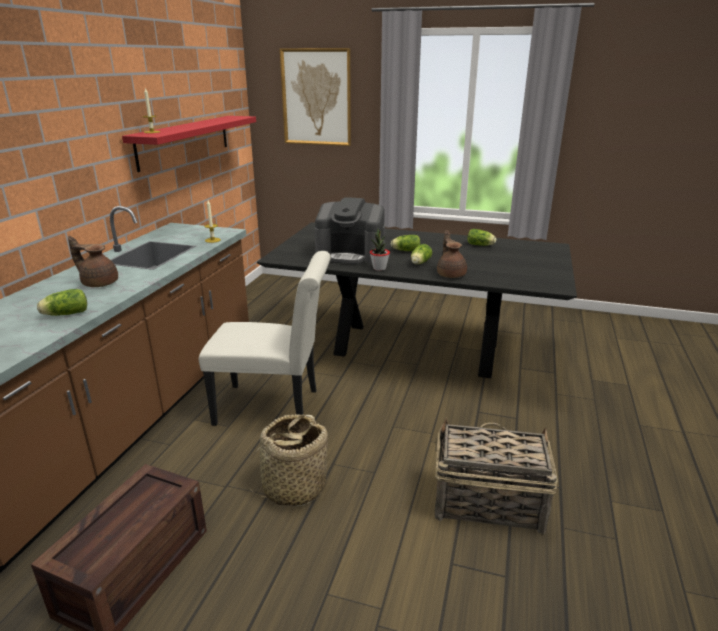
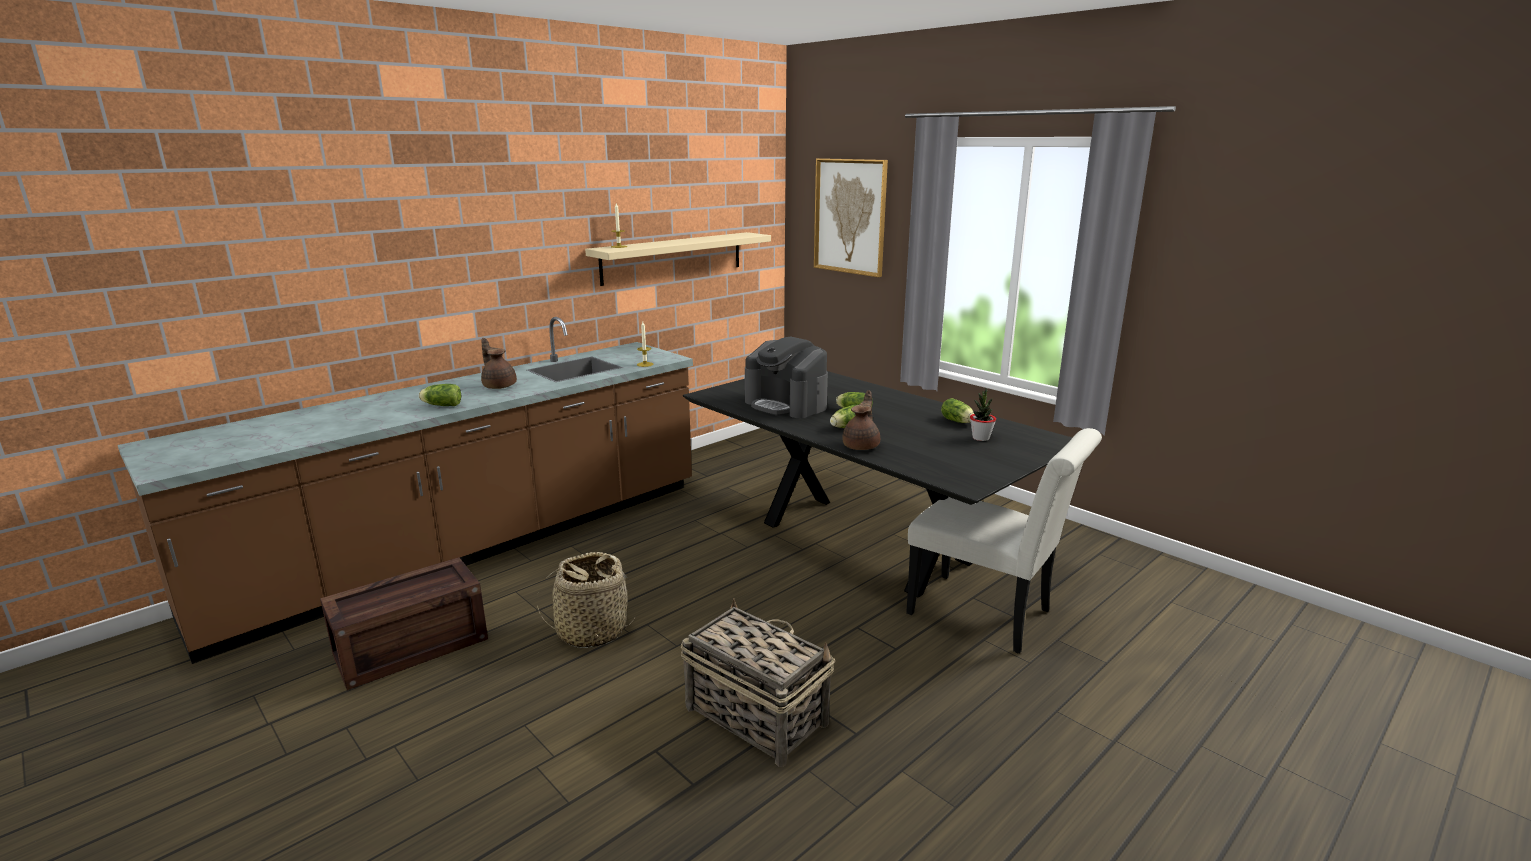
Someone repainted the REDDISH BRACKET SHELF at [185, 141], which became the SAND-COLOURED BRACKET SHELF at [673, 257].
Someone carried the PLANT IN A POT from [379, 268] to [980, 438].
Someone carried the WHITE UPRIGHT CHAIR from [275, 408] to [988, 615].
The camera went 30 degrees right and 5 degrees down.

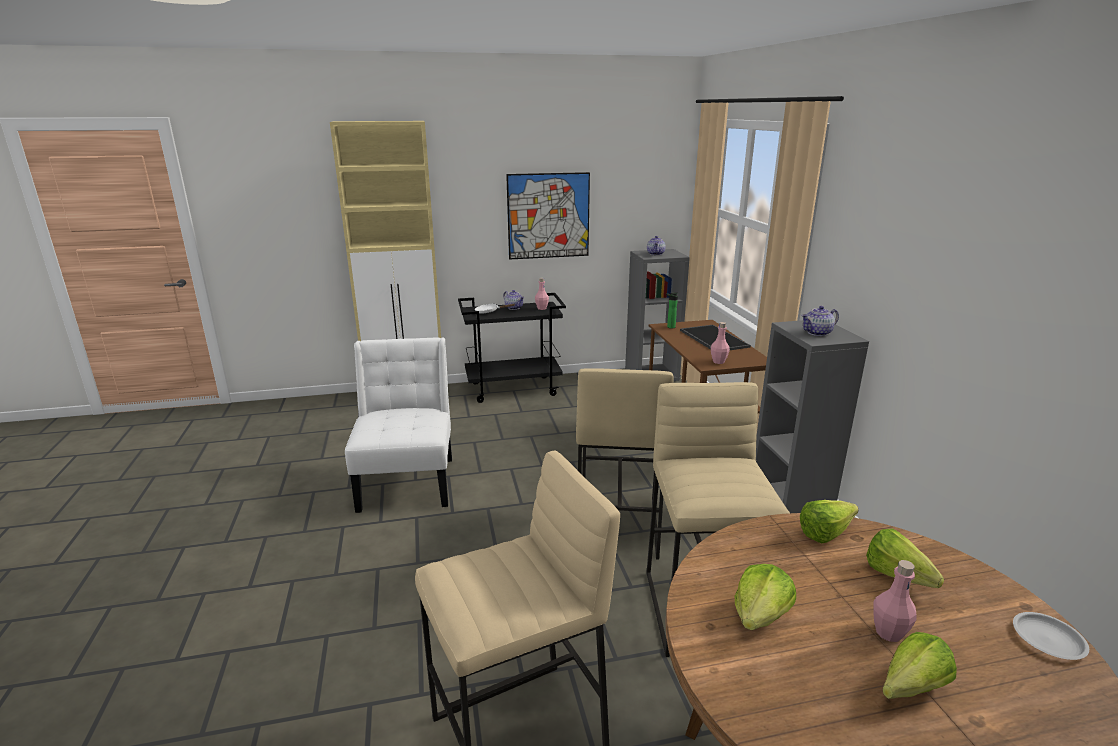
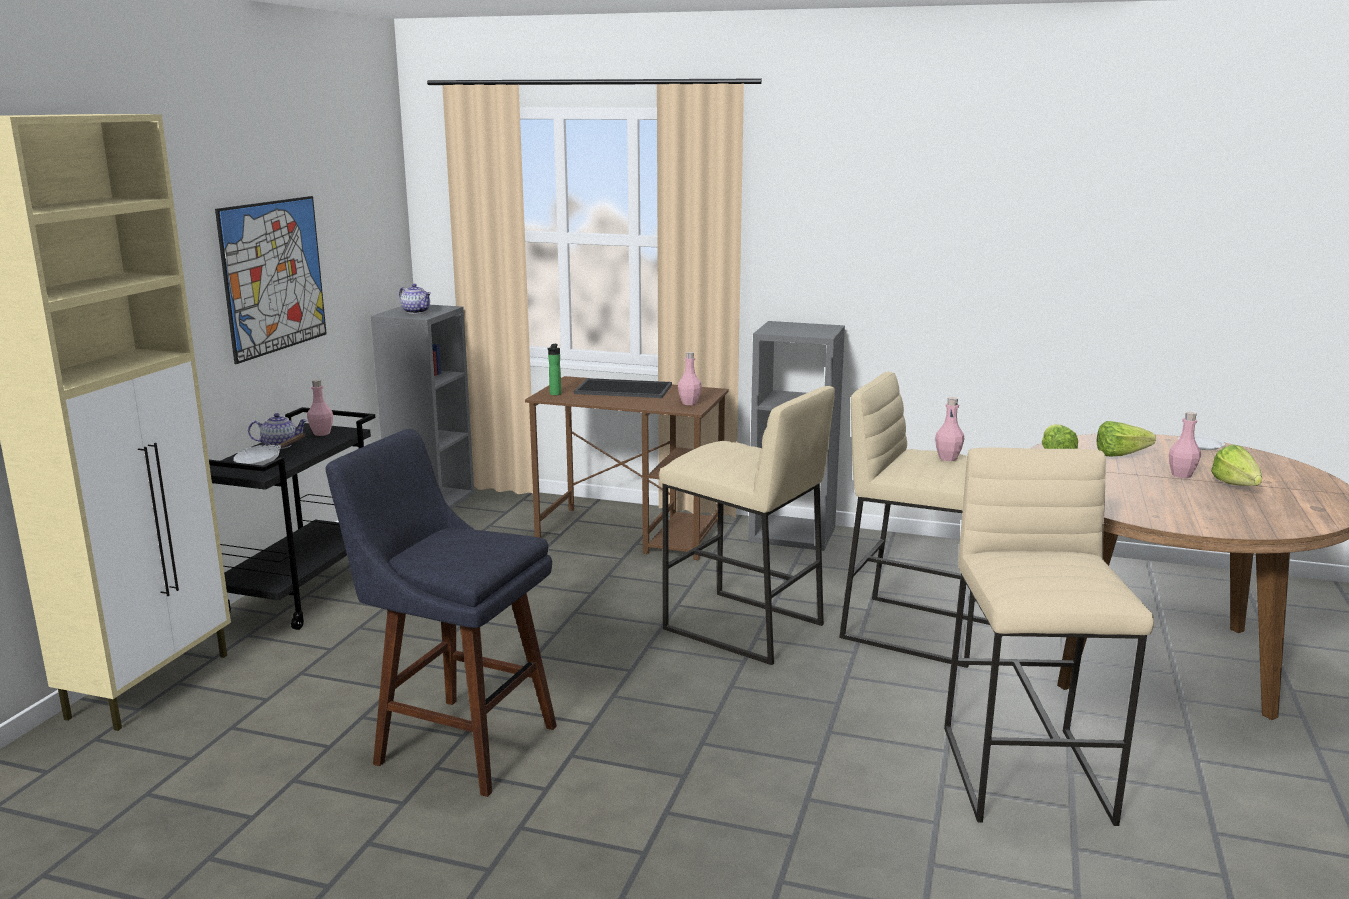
Someone took away the POT FOR TEA at [817, 333].
Someone swapped the WHITE UPRIGHT CHAIR at [408, 480] for the BLUISH SITTING STOOL at [457, 742].
Someone took away the HEAD OF LETTUCE at [760, 615].
Someone put down the PINKISH DRINK BOTTLE at [948, 458].
The camera went 60 degrees left and 5 degrees down.

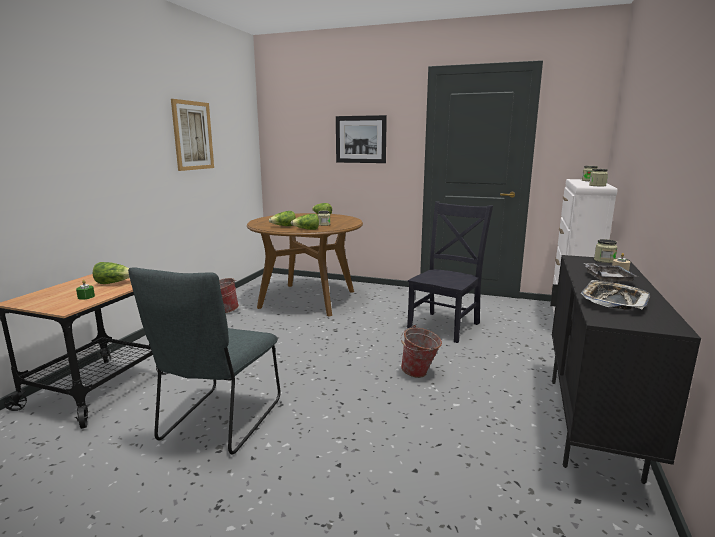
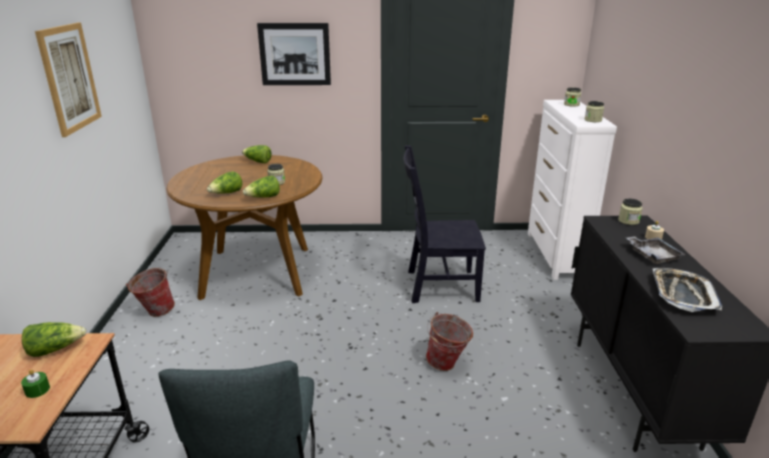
Someone rotated the BLACK UPRIGHT CHAIR at [445, 325] by 105 degrees counterclockwise.
The camera went 20 degrees left and 10 degrees up.

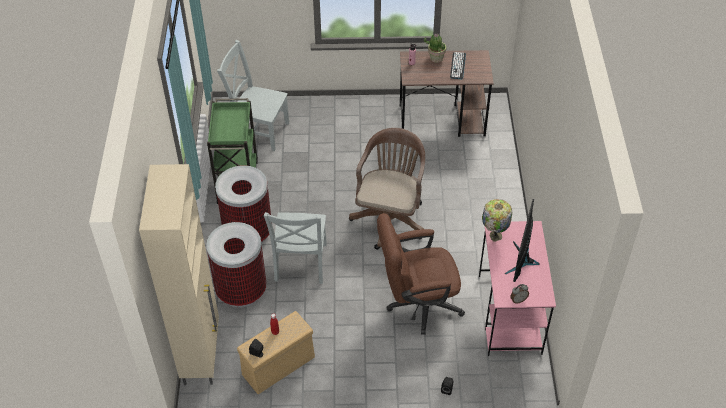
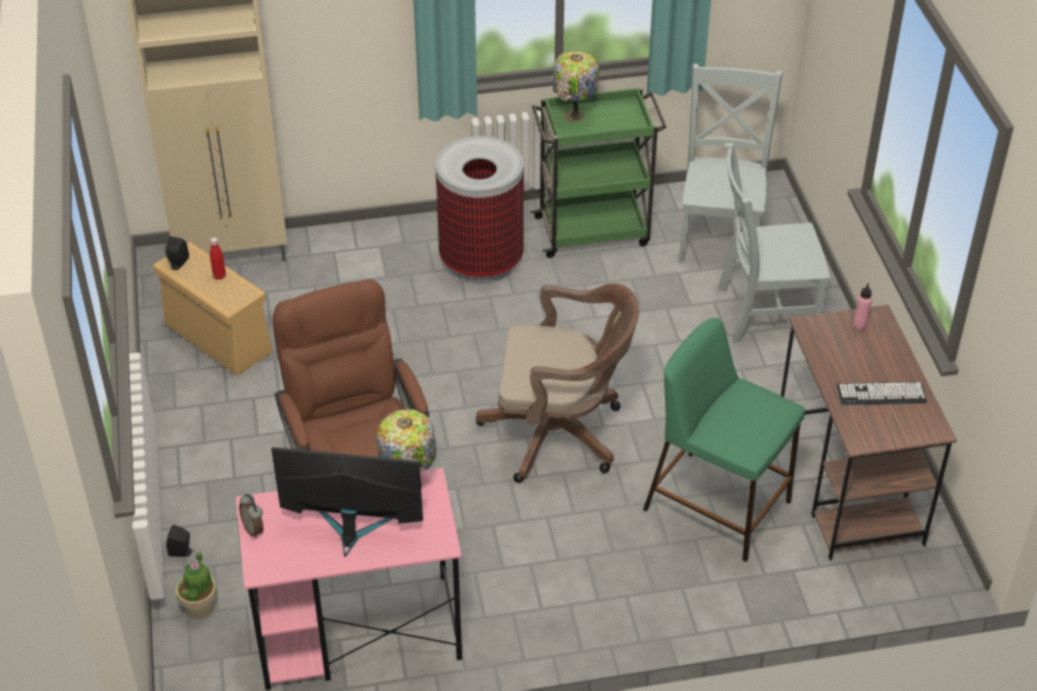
Someone carried the PLANT IN A POT from [436, 58] to [200, 607].
Someone carried the GREYISH UPRIGHT CHAIR from [300, 264] to [762, 311].
Someone took away the WASTE BIN at [241, 290].
Someone put down the LAMP FOR A TABLE at [573, 117].
Someone put down the GREEN-COLOURED SITTING STOOL at [719, 506].
The camera went 80 degrees right and 5 degrees down.

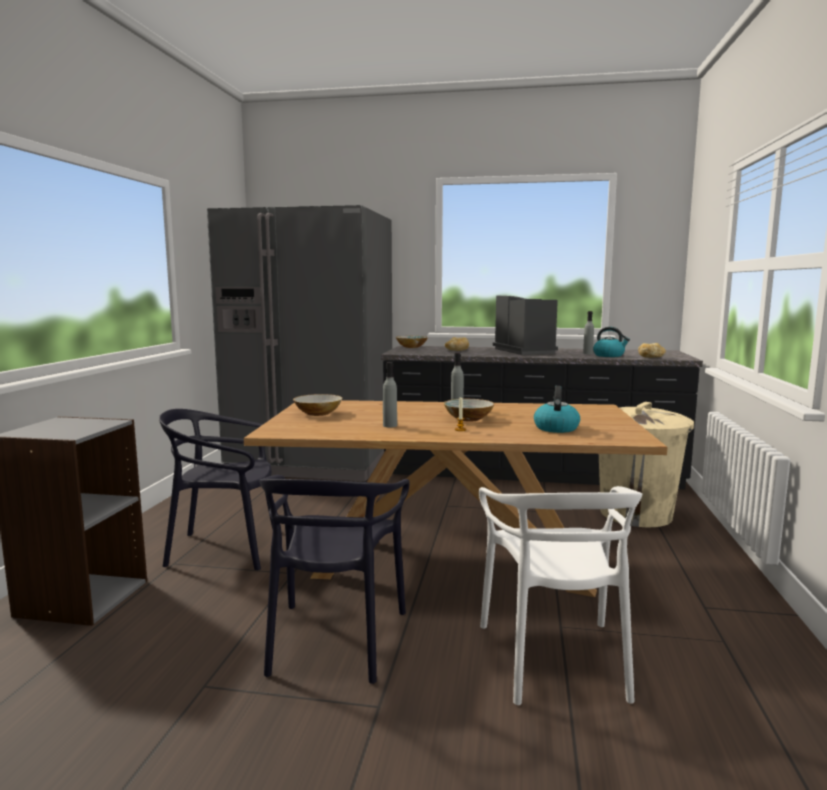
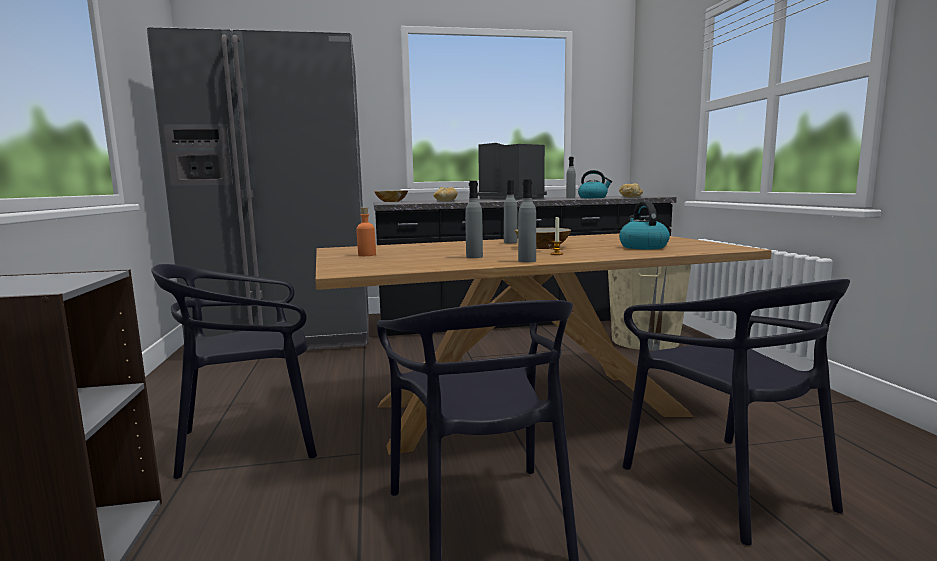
Someone swapped the SERVING BOWL at [317, 413] for the ORANGEY DRINK BOTTLE at [367, 255].
Someone repainted the WHITE UPRIGHT CHAIR at [555, 659], which became the BLACK UPRIGHT CHAIR at [726, 485].
Someone put down the GREYISH DRINK BOTTLE at [527, 261].
The camera went 20 degrees left and 0 degrees up.

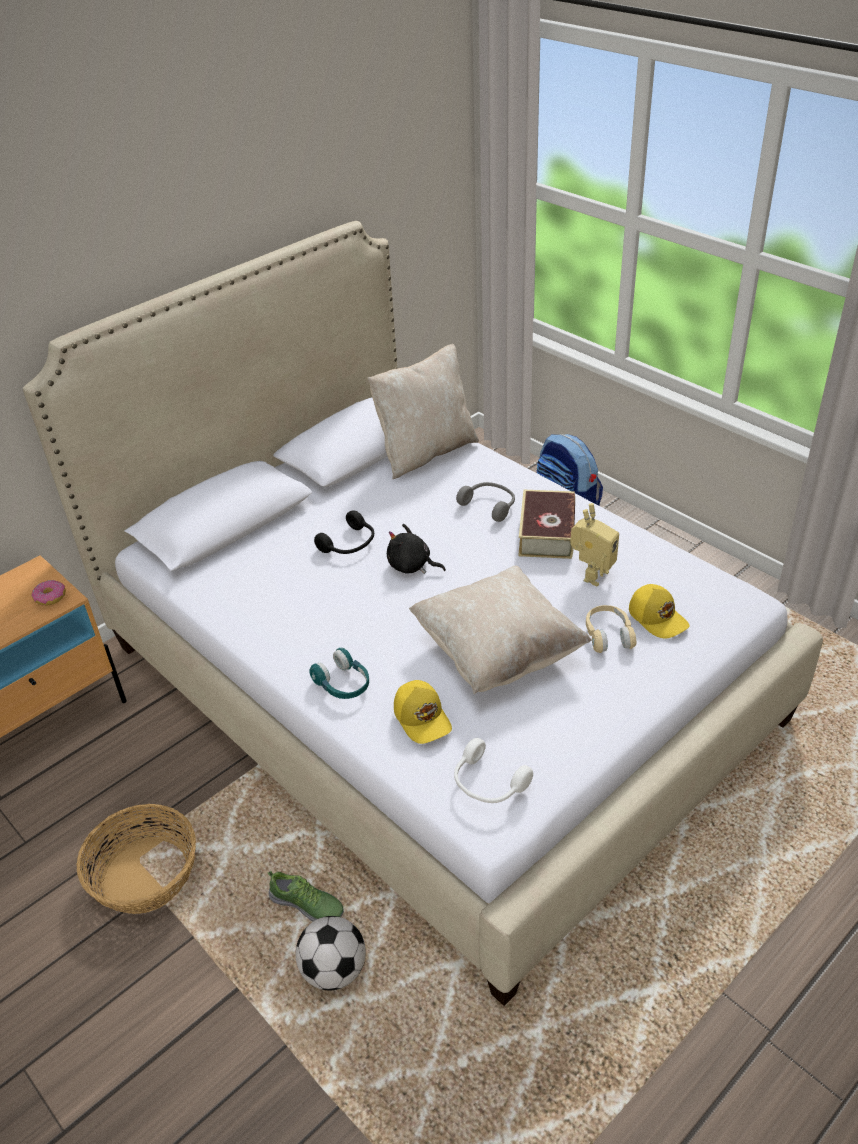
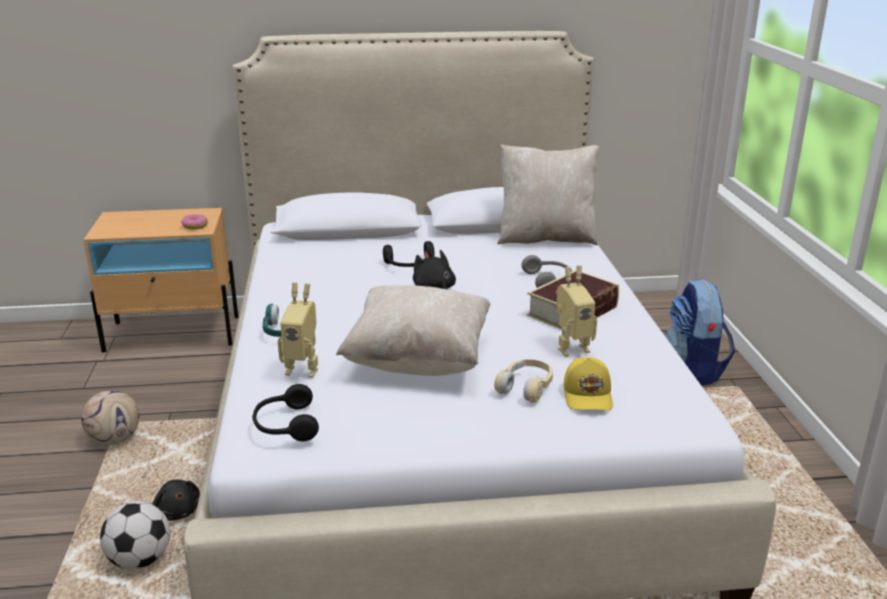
Someone swapped the YELLOW-COLOURED CAP at [423, 718] for the TOY ROBOT at [303, 369].
Someone repainted the WHITE HEADSET at [487, 783], which became the BLACK HEADSET at [285, 425].
Someone swapped the STORAGE BASKET at [146, 876] for the FOOTBALL at [115, 440].
Someone swapped the SHOE at [307, 905] for the BLACK CUDDLY TOY at [178, 511].
The camera went 35 degrees right and 15 degrees down.

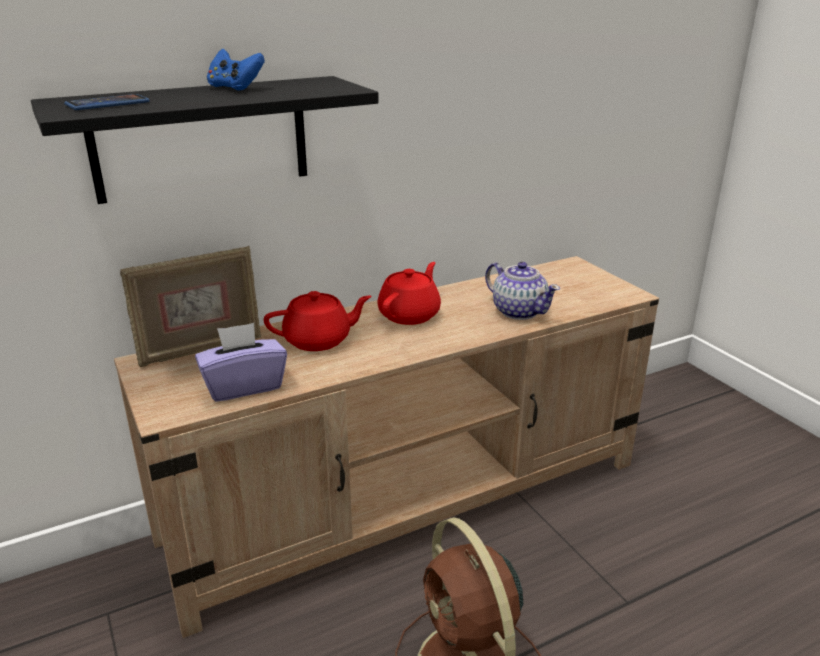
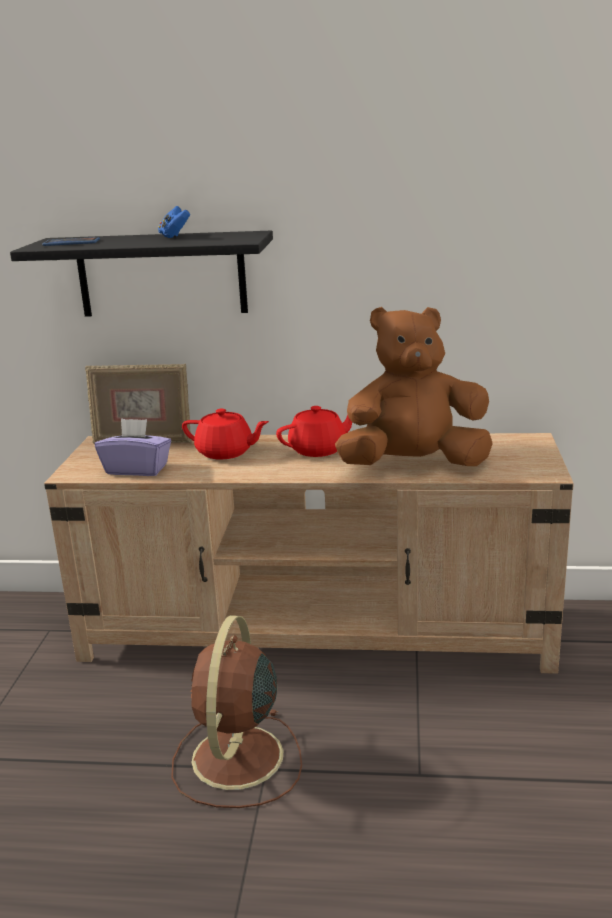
Someone swapped the POT FOR TEA at [519, 311] for the BROWN-COLOURED CUDDLY TOY at [413, 465].
The camera went 35 degrees right and 5 degrees down.

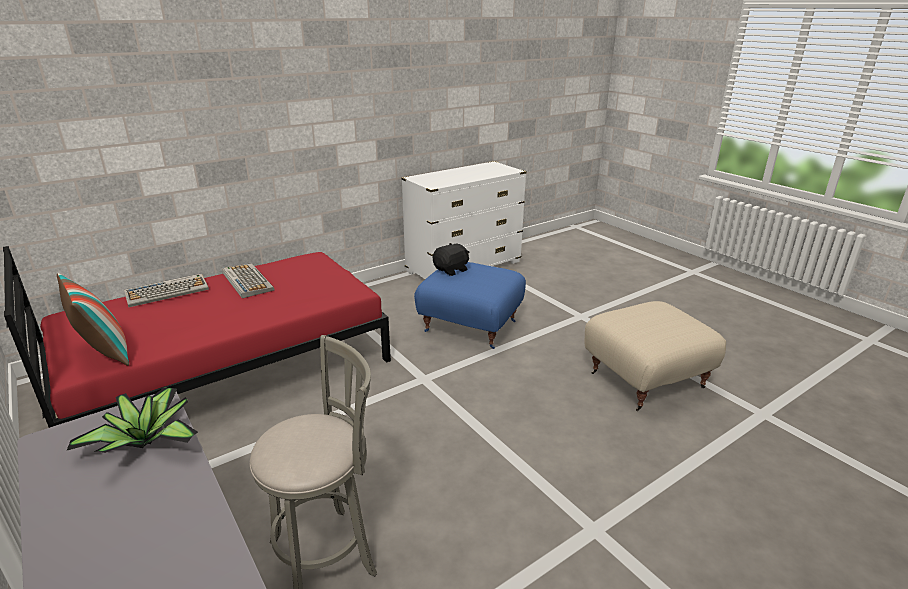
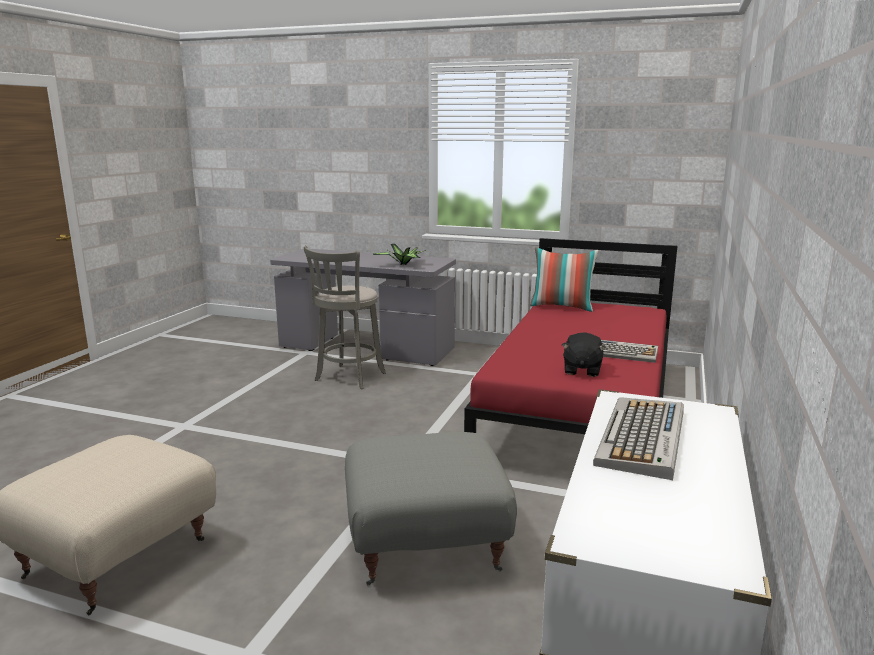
Someone carried the BLACK CUDDLY TOY from [451, 270] to [581, 370].
Someone repainted the BLUISH POUFFE at [470, 327], which became the GREYISH POUFFE at [427, 546].
Someone carried the PC KEYBOARD from [168, 291] to [643, 438].
The camera went 145 degrees right and 10 degrees down.

